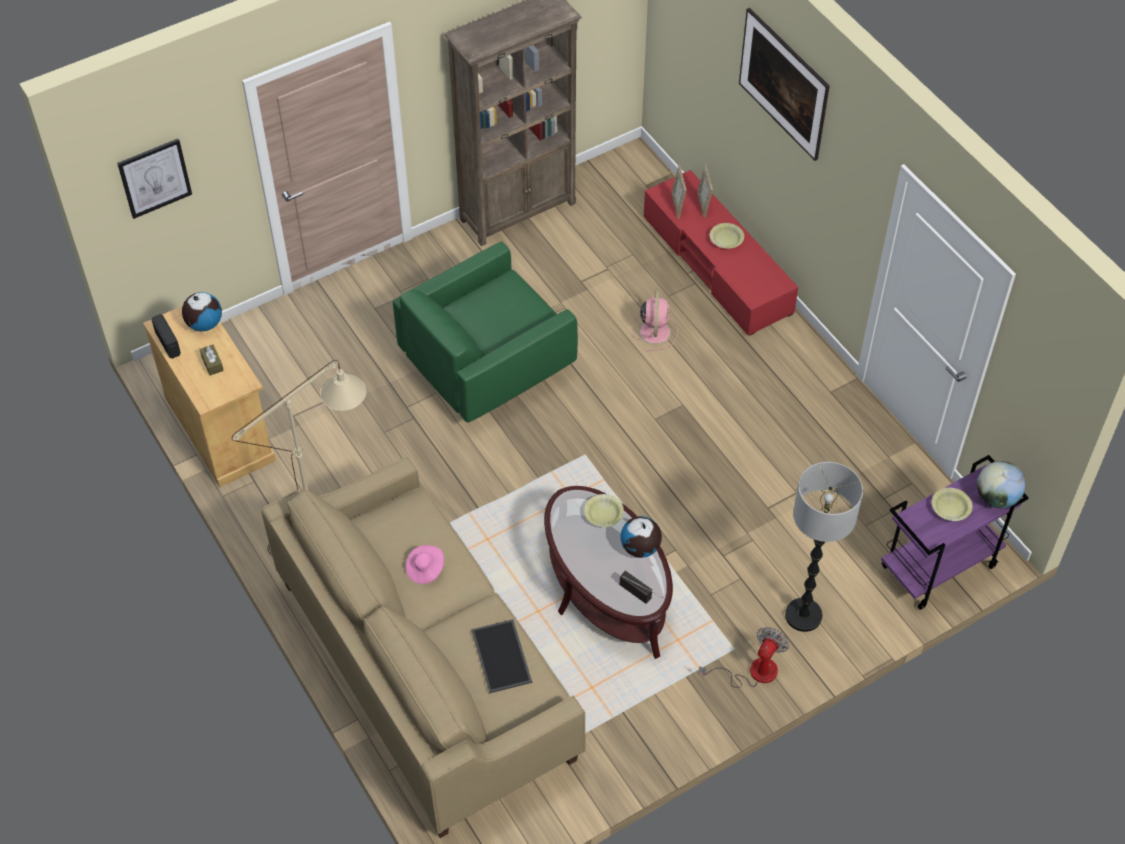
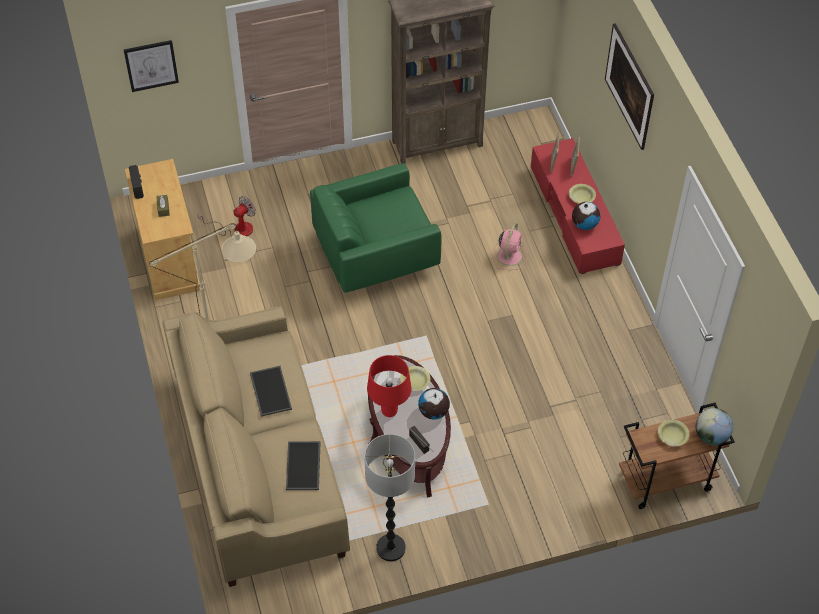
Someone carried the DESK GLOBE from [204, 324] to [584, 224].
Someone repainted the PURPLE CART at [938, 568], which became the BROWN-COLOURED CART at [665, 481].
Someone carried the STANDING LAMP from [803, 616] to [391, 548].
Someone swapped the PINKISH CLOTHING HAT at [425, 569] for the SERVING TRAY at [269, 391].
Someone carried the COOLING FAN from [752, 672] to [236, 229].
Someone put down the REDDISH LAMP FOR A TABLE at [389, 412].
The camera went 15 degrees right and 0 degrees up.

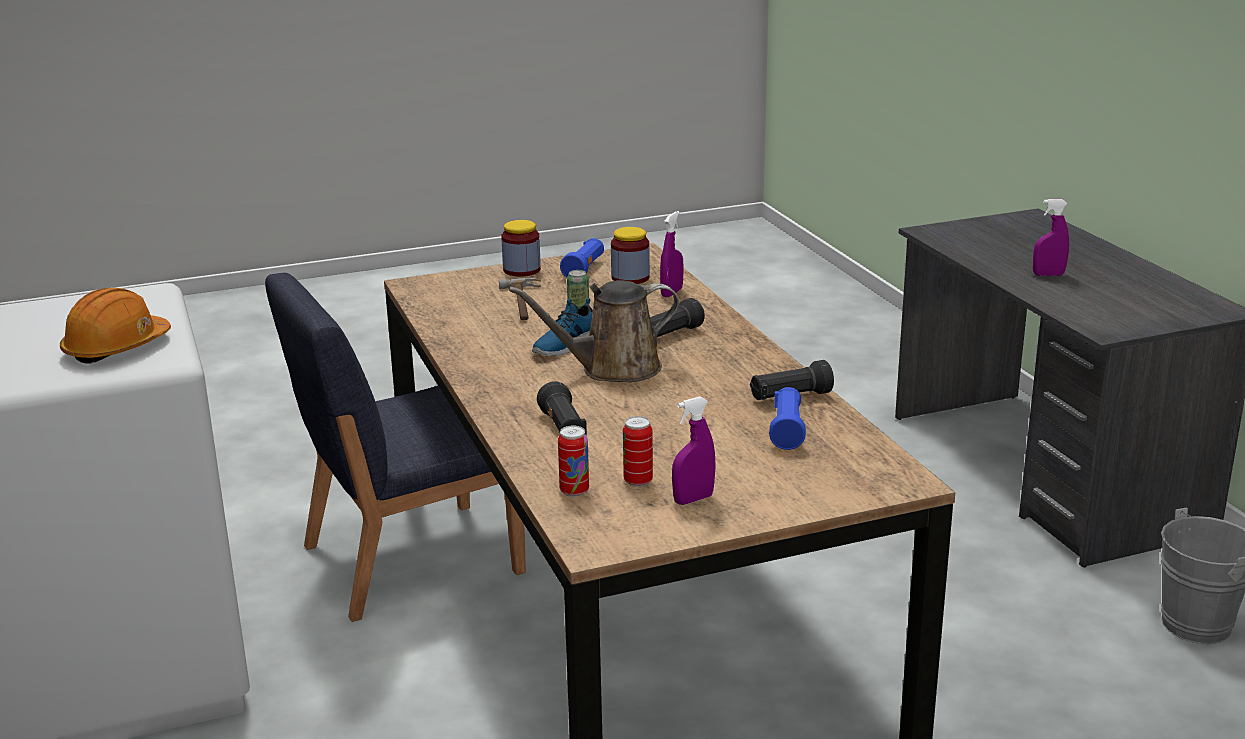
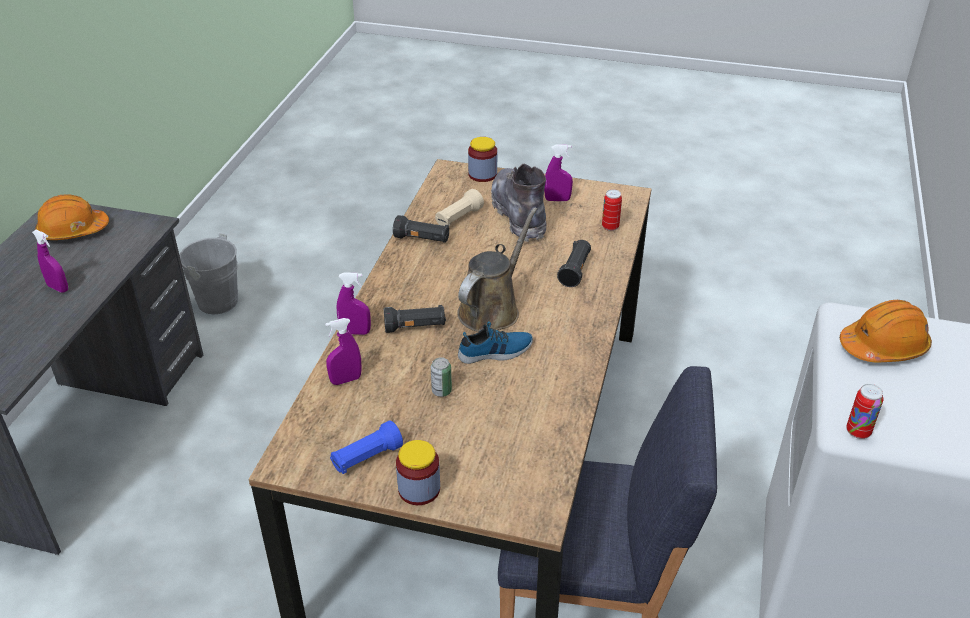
Someone carried the STORAGE JAR from [630, 278] to [482, 174].
Someone took away the HAMMER at [523, 303].
Someone rotated the BROWN-COLOURED SPRINKLING CAN at [613, 369] by 75 degrees counterclockwise.
Someone repainted the BLUISH HAND TORCH at [787, 431], which became the SAND-COLOURED HAND TORCH at [458, 218].
Someone carried the CAN from [638, 481] to [858, 432].
Someone put down the GREYISH TALL BOOT at [519, 214].
Someone put down the ORANGEY WORK HELMET at [73, 231].
Someone put down the PURPLE SPRAYER at [355, 332].
The camera went 145 degrees left and 15 degrees up.

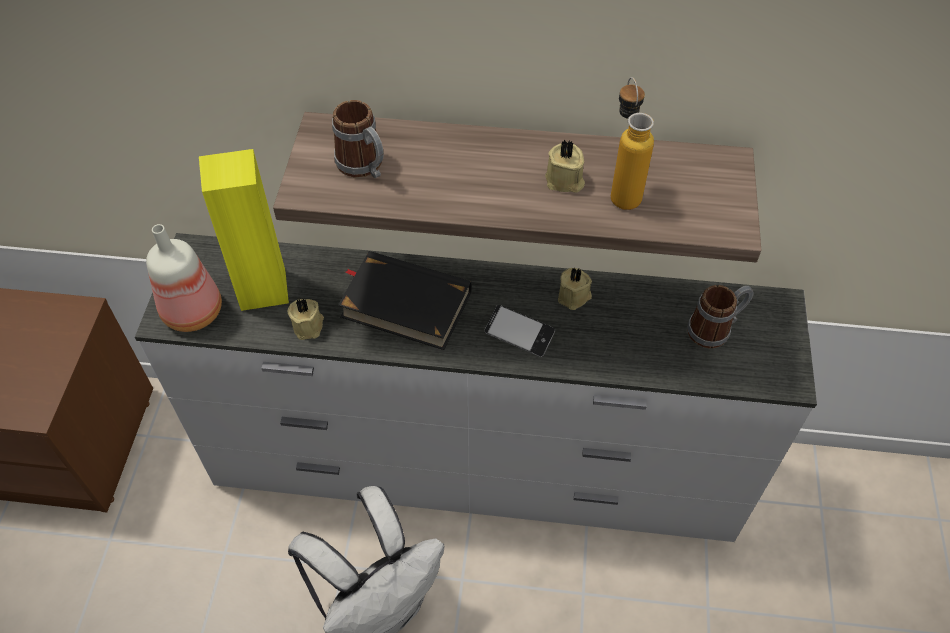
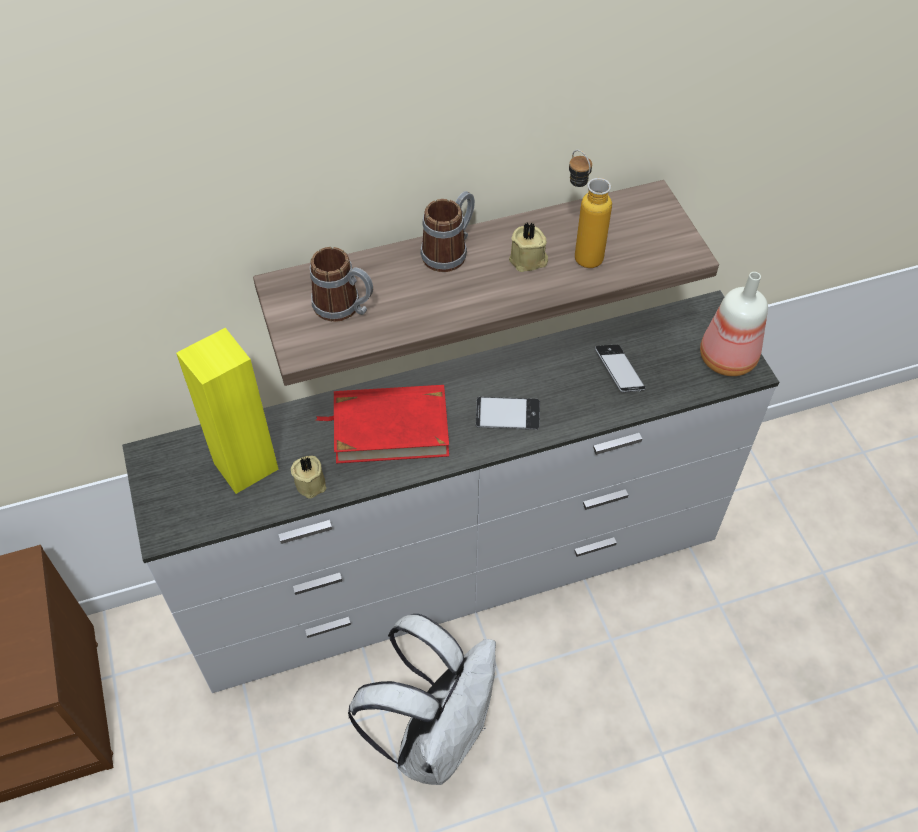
Someone carried the DRINK BOTTLE from [191, 311] to [725, 358].
Someone repainted the BLACK BOOK at [406, 304], which became the REDDISH BOOK at [390, 428].
Someone took away the SAND-COLOURED WAX CANDLE at [574, 297].
Someone carried the MUG from [715, 329] to [450, 251].
Someone put down the HANDSET at [619, 372].
The camera went 25 degrees left and 0 degrees up.

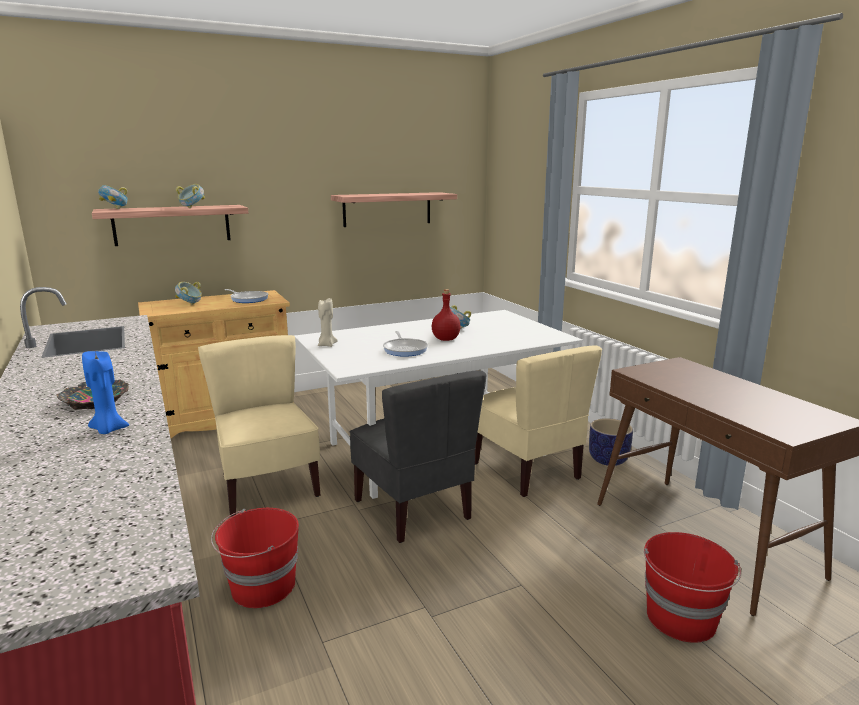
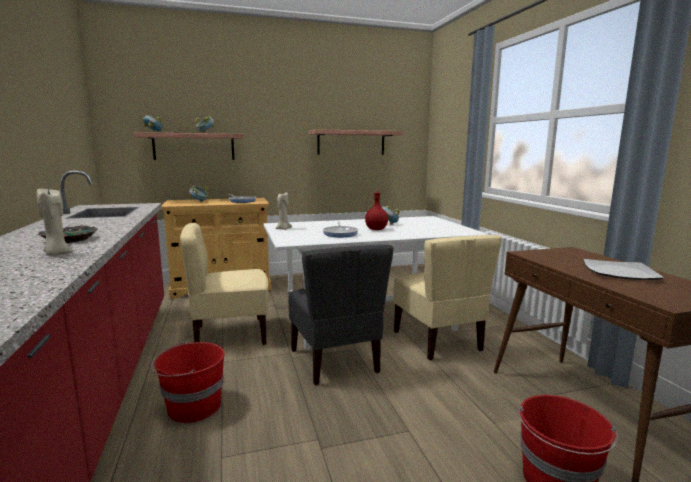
Someone rotated the SAND-COLOURED UPRIGHT CHAIR at [267, 486] by 90 degrees counterclockwise.
Someone repainted the BLUISH WAX CANDLE at [108, 430], which became the SAND-COLOURED WAX CANDLE at [57, 254].
Someone took away the PLANT POT at [608, 459].
Someone put down the PLATE at [619, 272].
The camera went 10 degrees right and 5 degrees down.

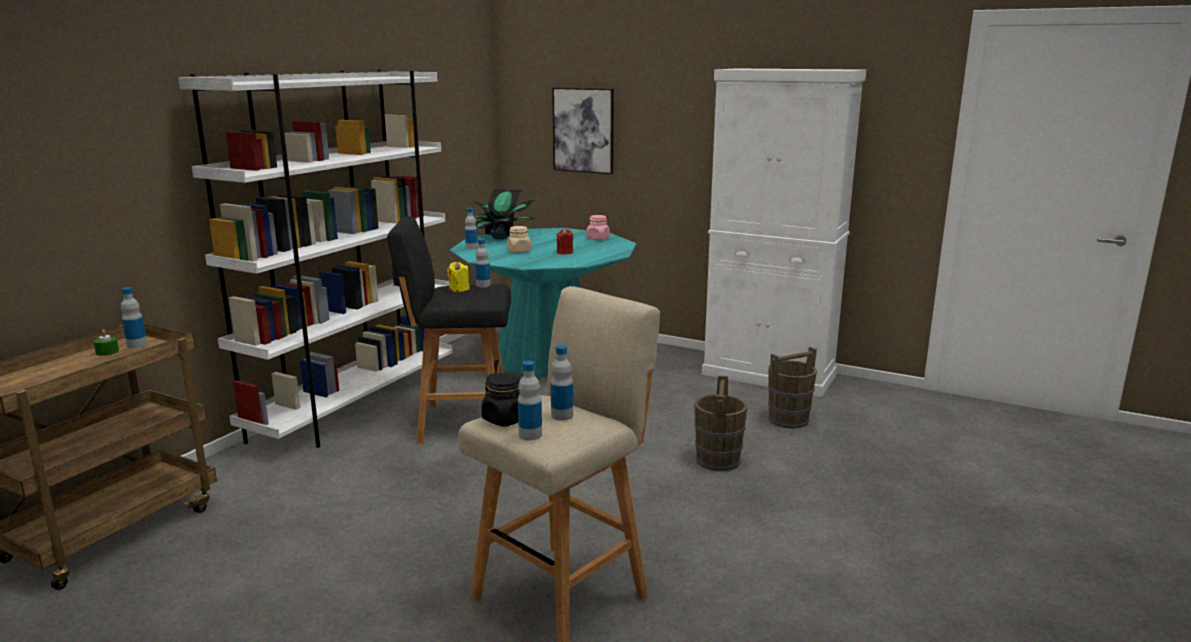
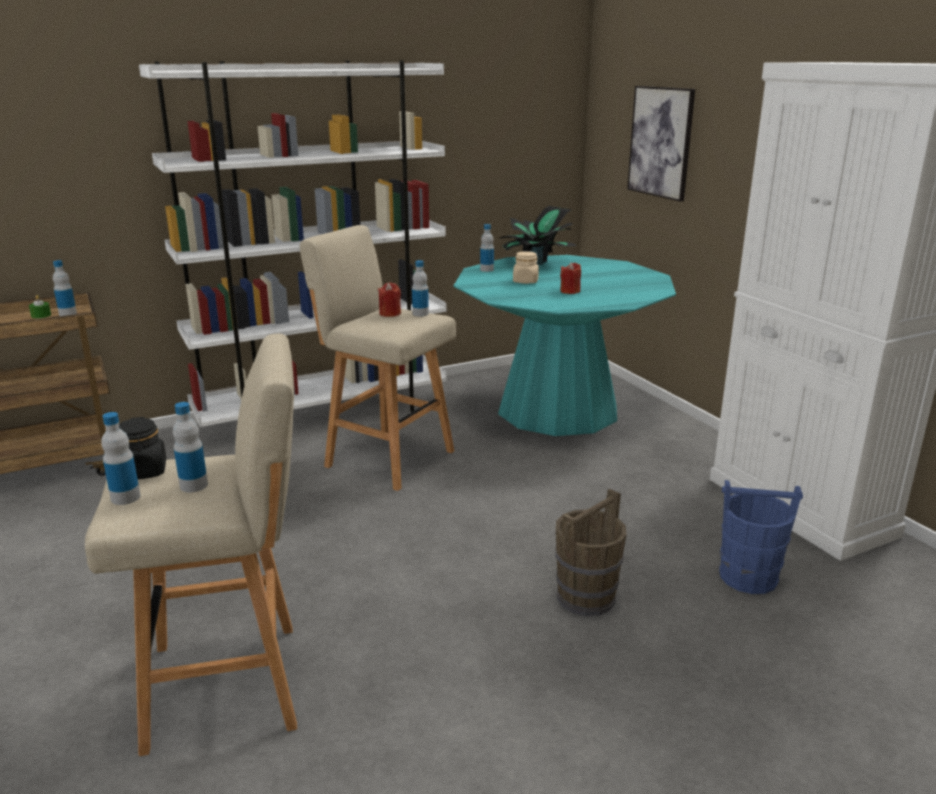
Someone took away the PINKISH STORAGE JAR at [598, 238].
Someone repainted the BLACK SITTING STOOL at [460, 422], which became the SAND-COLOURED SITTING STOOL at [386, 457].
Someone repainted the YELLOW-COLOURED WAX CANDLE at [459, 289], which became the REDDISH WAX CANDLE at [390, 313].
Someone repainted the BROWN-COLOURED BUCKET at [788, 420], which became the BLUISH BUCKET at [749, 577].
The camera went 35 degrees right and 5 degrees up.

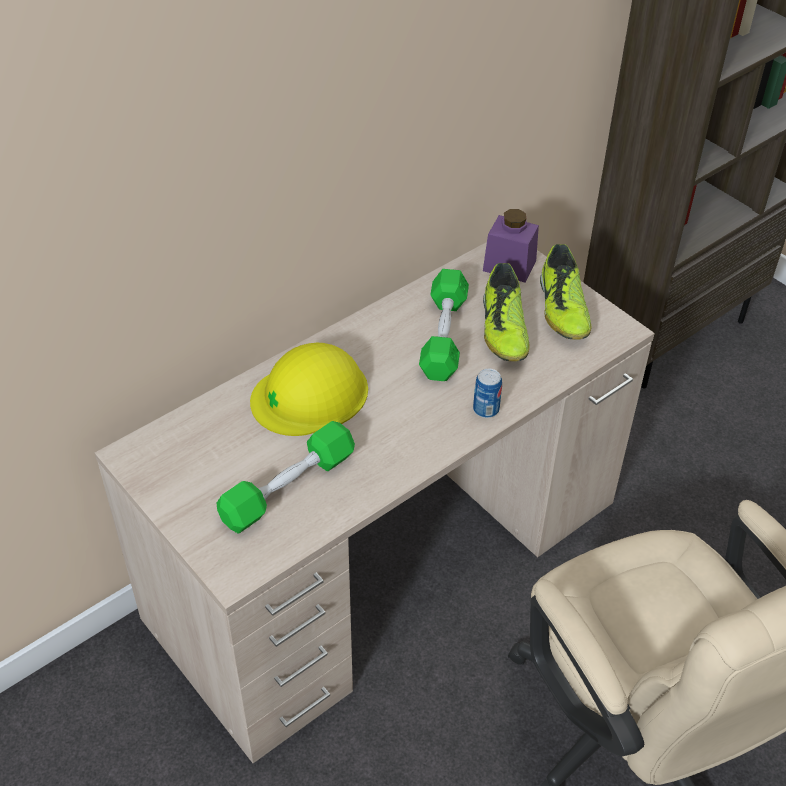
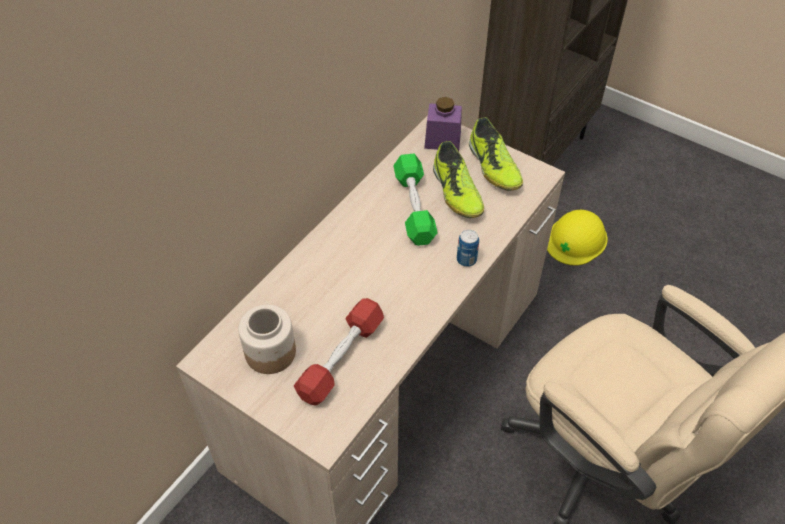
Someone carried the YELLOW-COLOURED WORK HELMET from [310, 395] to [576, 239].
Someone repainted the GREEN-COLOURED FREE WEIGHT at [288, 488], which became the REDDISH FREE WEIGHT at [341, 358].
Someone put down the STORAGE JAR at [269, 352].
The camera went 15 degrees left and 5 degrees up.

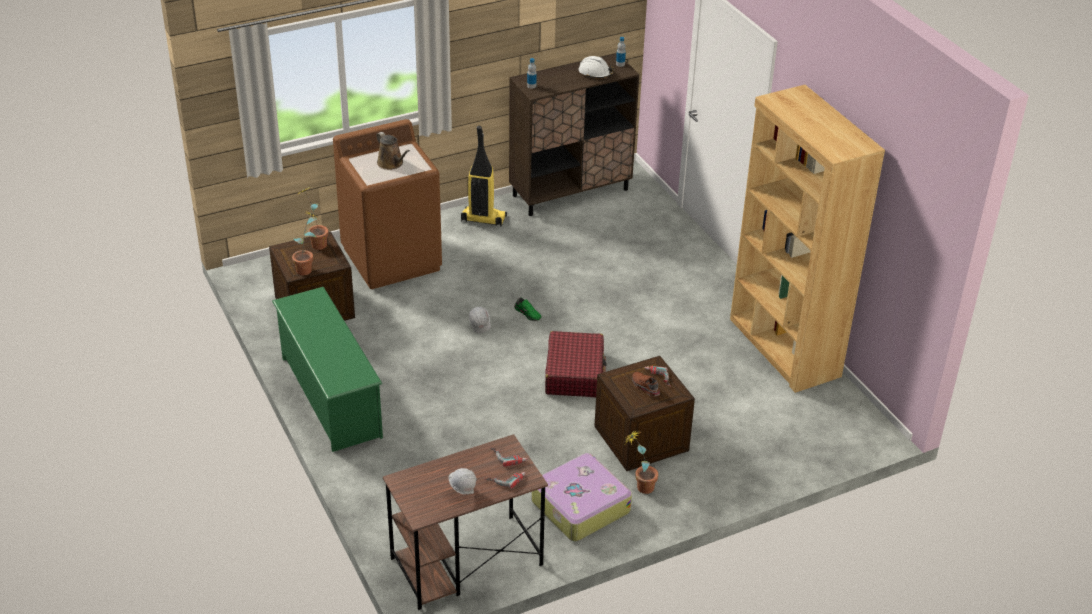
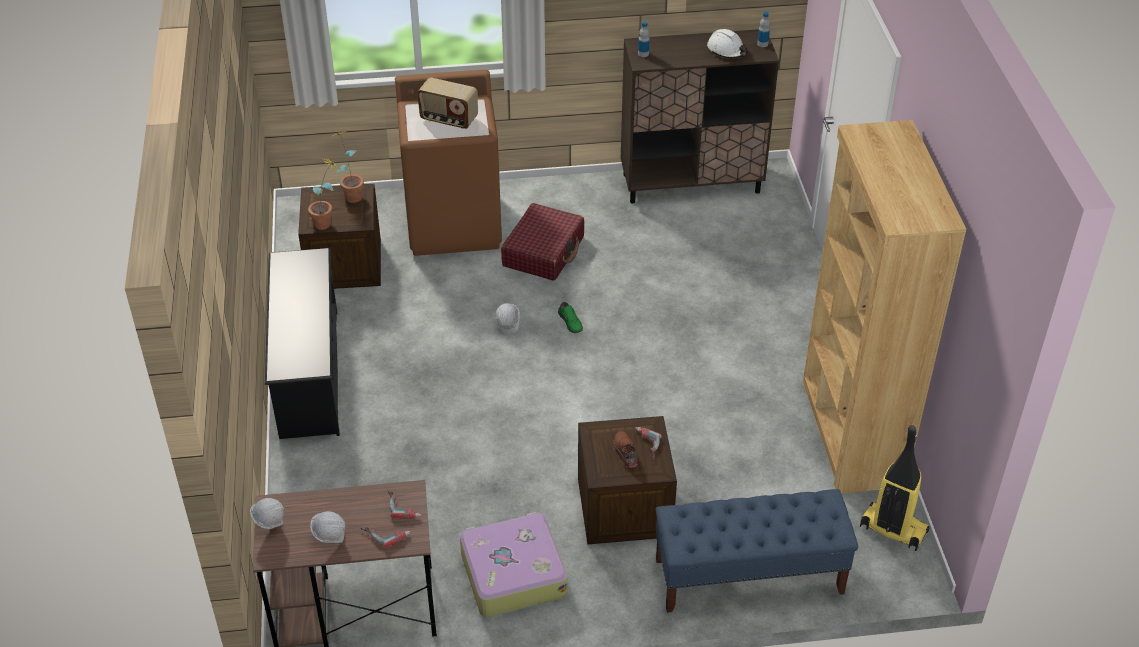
Someone carried the VACUUM CLEANER from [483, 219] to [892, 529].
Someone swapped the BROWN-COLOURED SPRINKLING CAN at [391, 164] for the RADIO SET at [448, 120].
Someone repainted the GREEN-COLOURED SHOE RACK at [330, 396], which became the BLACK SHOE RACK at [309, 373].
Someone carried the REDDISH SUITCASE from [574, 373] to [543, 251].
Someone took away the PLANT IN A POT at [640, 486].
Someone put down the BLUISH BENCH at [748, 576].
Someone put down the WHITE WORK HELMET at [269, 524].
The camera went 20 degrees right and 5 degrees up.

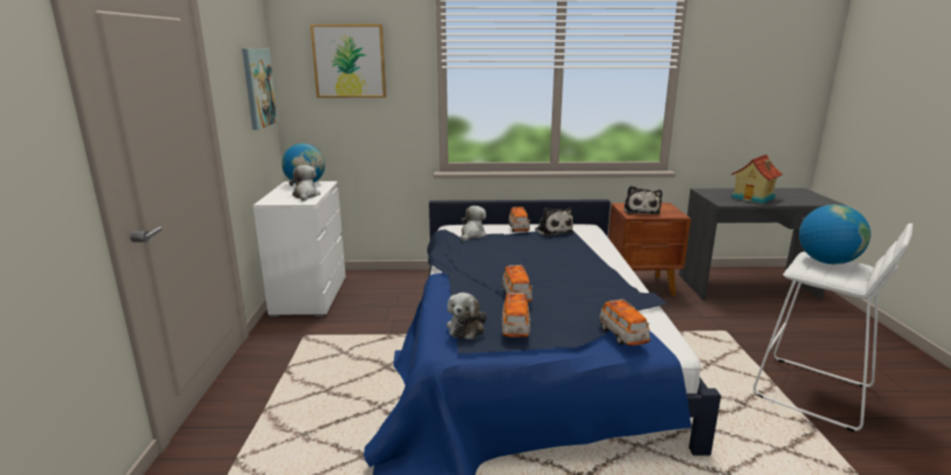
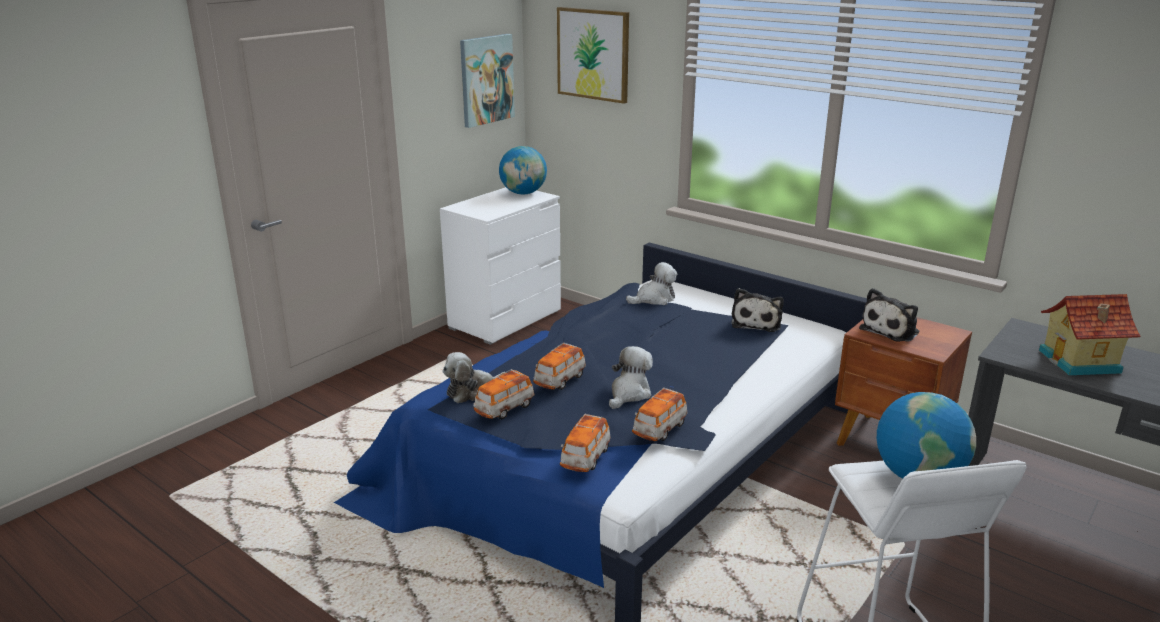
Someone carried the CUDDLY TOY from [305, 196] to [629, 393].
Someone carried the MINIATURE CAR from [519, 229] to [659, 429].
The camera went 40 degrees right and 5 degrees up.

